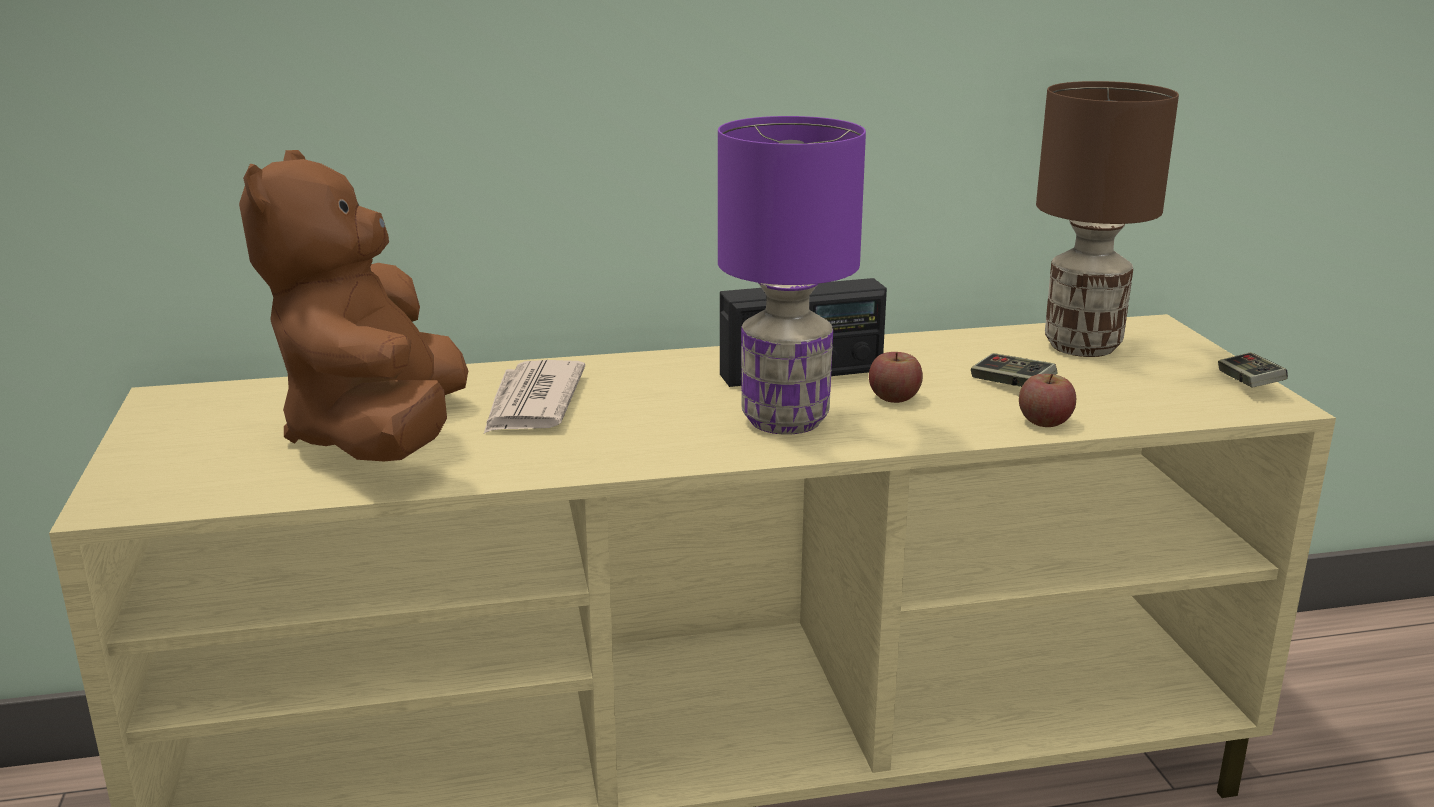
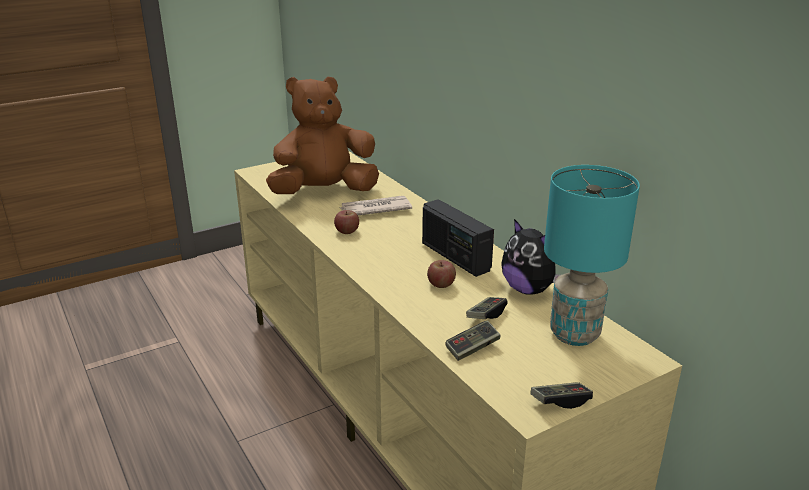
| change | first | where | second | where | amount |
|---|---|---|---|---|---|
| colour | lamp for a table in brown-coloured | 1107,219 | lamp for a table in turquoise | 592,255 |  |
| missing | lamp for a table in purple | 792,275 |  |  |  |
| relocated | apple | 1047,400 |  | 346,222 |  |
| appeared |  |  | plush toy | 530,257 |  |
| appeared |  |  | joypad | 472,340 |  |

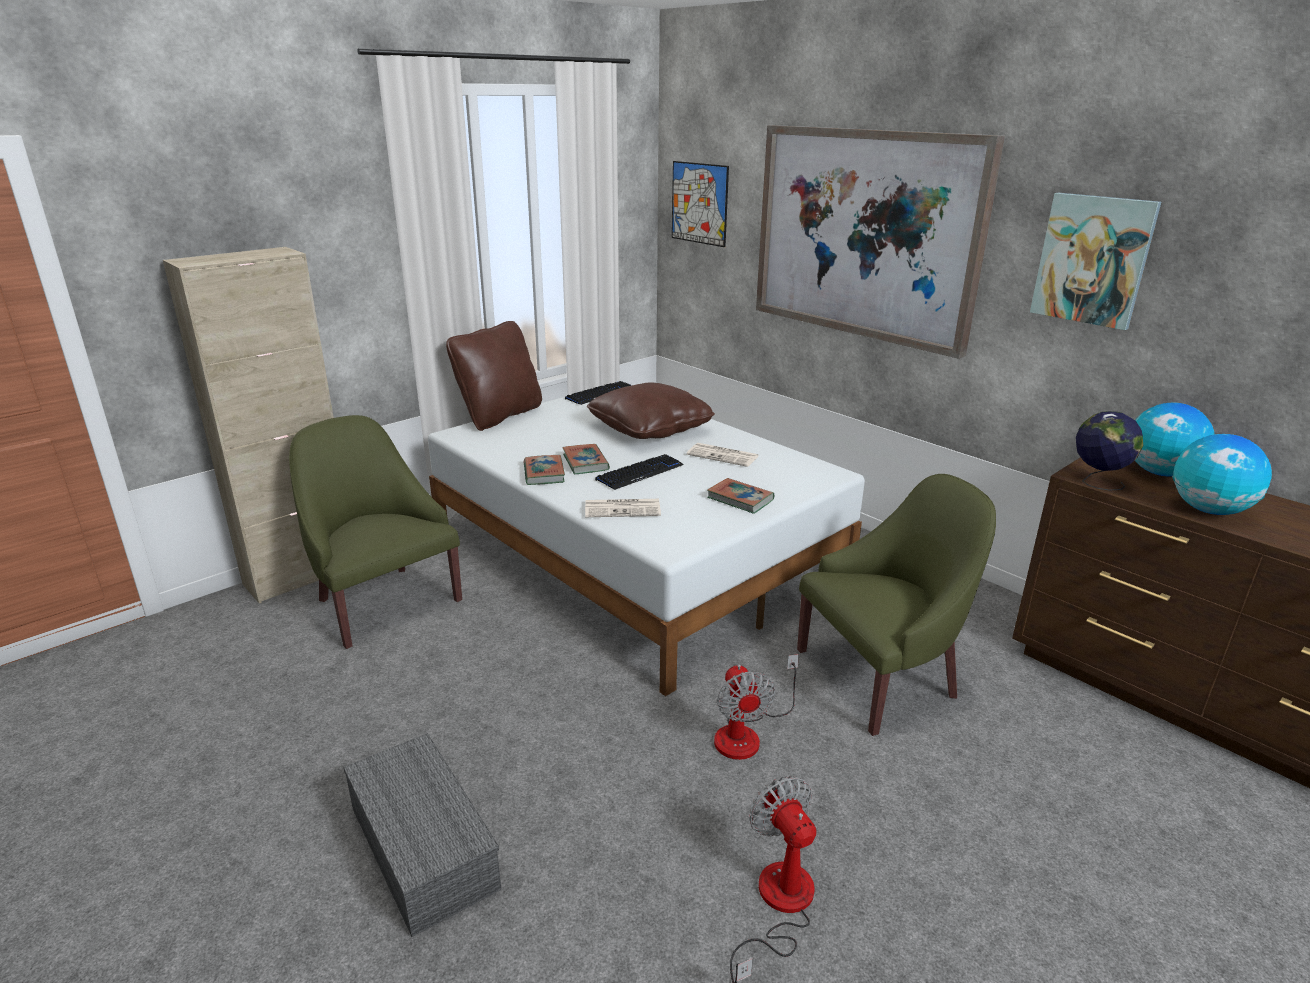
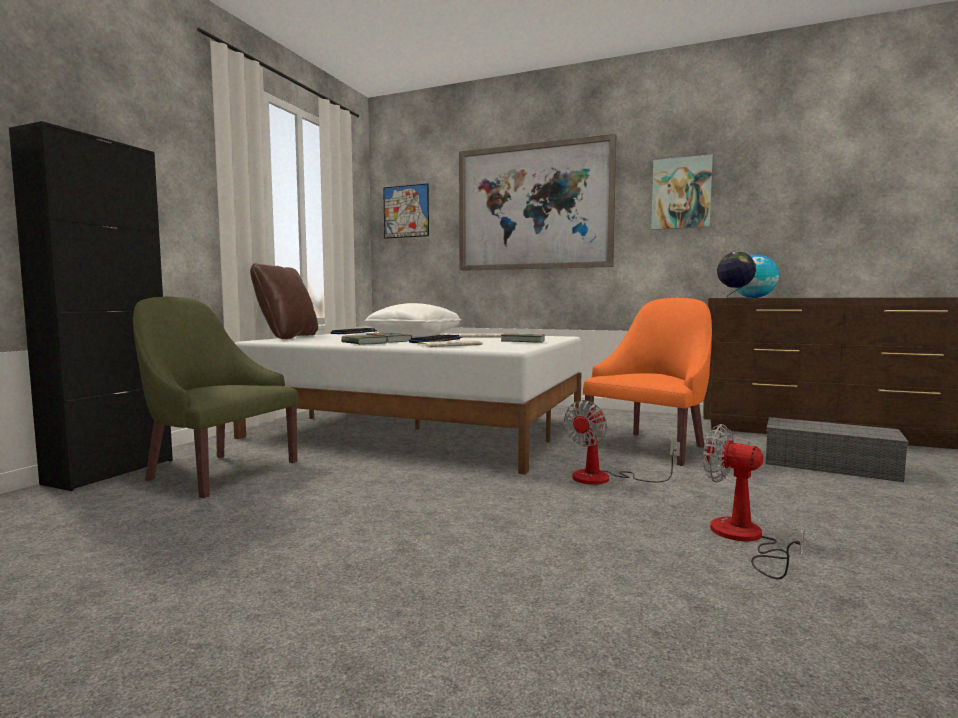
| change | first | where | second | where | amount |
|---|---|---|---|---|---|
| colour | storage cabinet in beige | 248,425 | storage cabinet in blackish | 91,306 |  |
| colour | throw pillow in brown-coloured | 651,410 | throw pillow in white-coloured | 412,319 |  |
| missing | world globe | 1222,474 |  |  |  |
| colour | lounge chair in green | 896,605 | lounge chair in orangey | 647,382 |  |
| spun | electric fan | 756,707 |  | 622,442 | 75 degrees clockwise |
| relocated | storage bin in greyish | 422,835 |  | 837,449 |  |

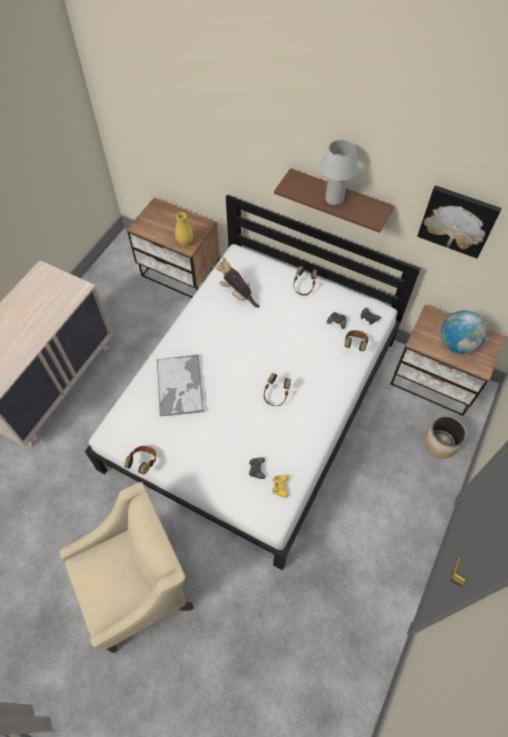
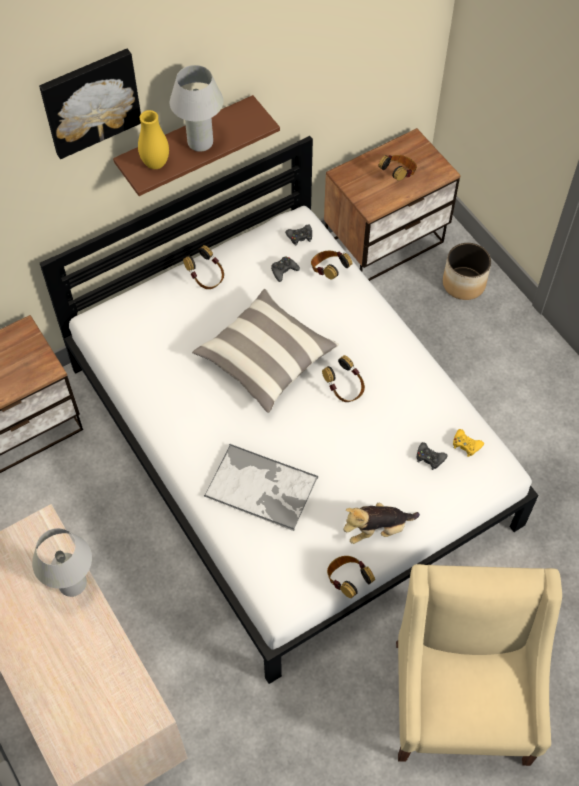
| change | first | where | second | where | amount |
|---|---|---|---|---|---|
| relocated | wall art | 459,222 |  | 90,104 |  |
| relocated | decorative vase in yellow-coloured | 184,229 |  | 153,139 |  |
| relocated | plush toy | 237,282 |  | 382,523 |  |
| exchanged | world globe | 464,332 | pair of headphones | 397,168 |  |
| appeared |  |  | throw pillow | 265,351 |  |
| appeared |  |  | lamp for a table in white-coloured | 62,562 |  |

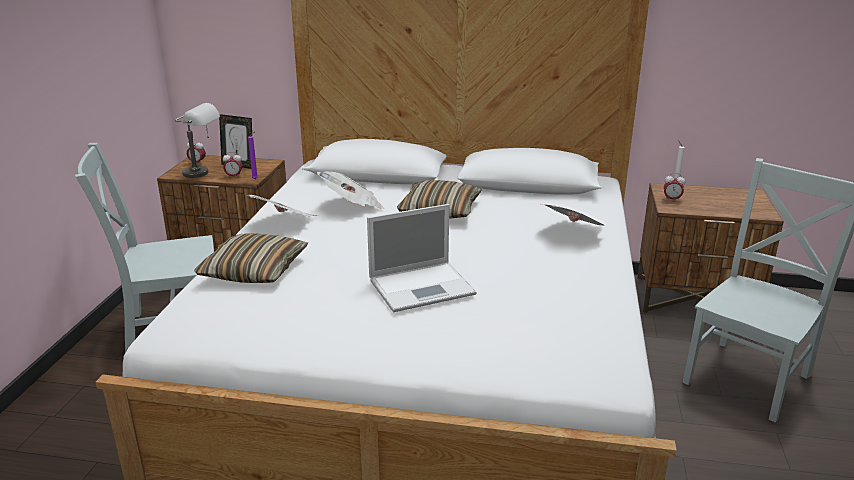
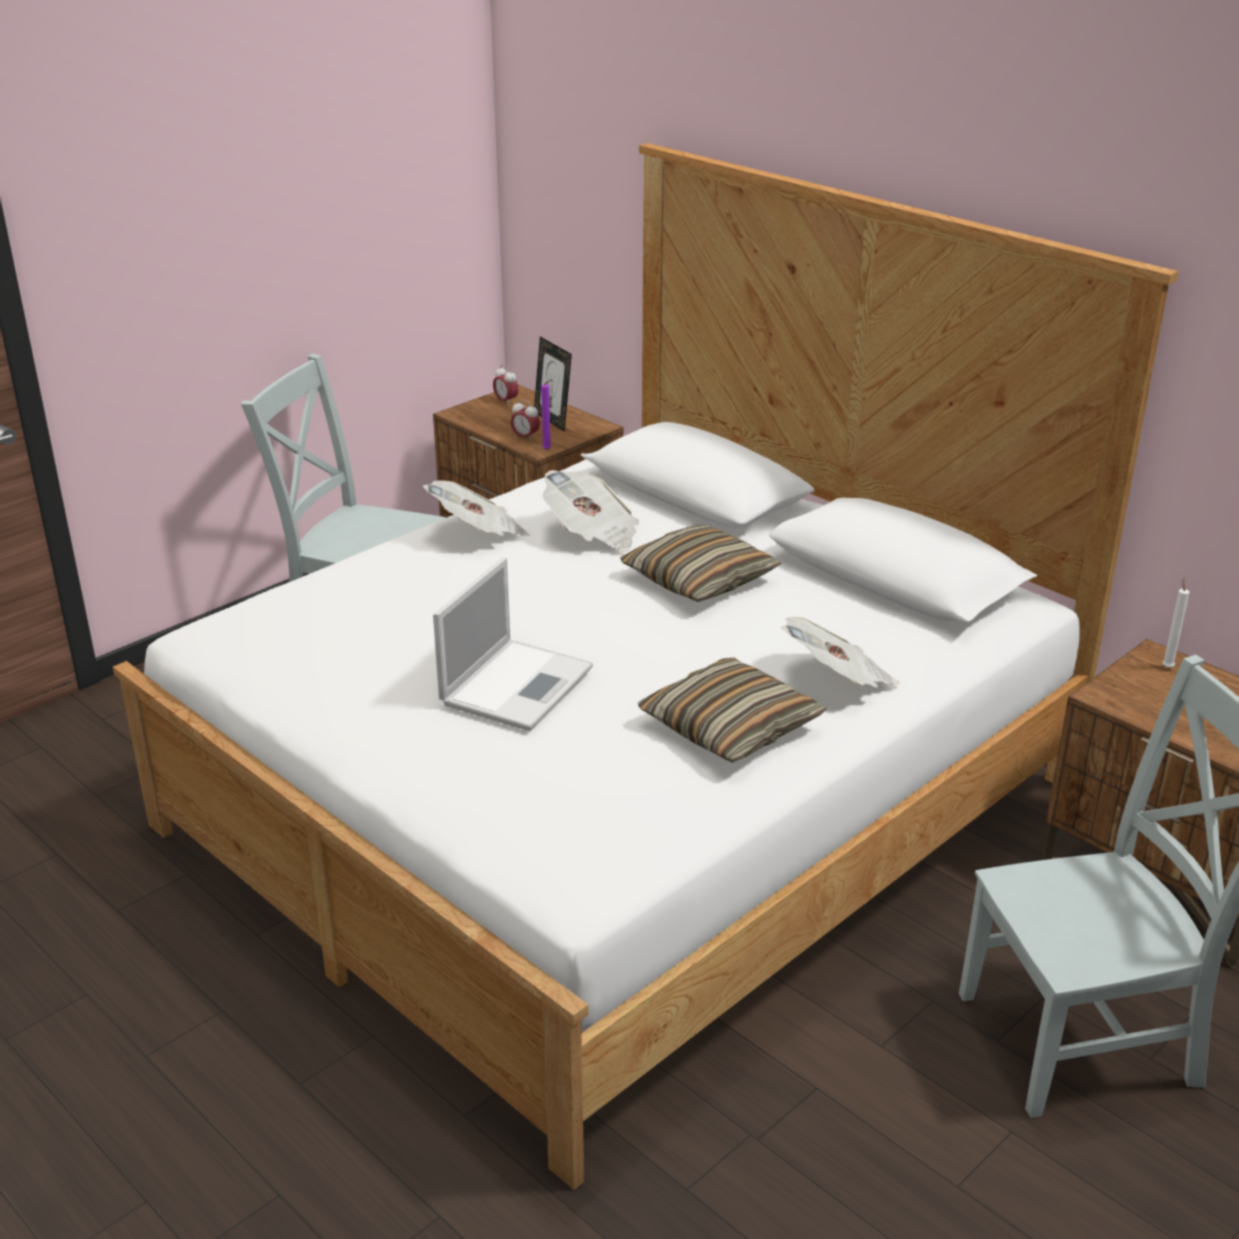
| change | first | where | second | where | amount |
|---|---|---|---|---|---|
| missing | lamp for a table in greyish | 197,140 |  |  |  |
| missing | alarm clock | 674,187 |  |  |  |
| spun | notebook computer | 421,258 |  | 513,644 | 75 degrees counterclockwise |
| relocated | throw pillow | 251,258 |  | 732,710 |  |

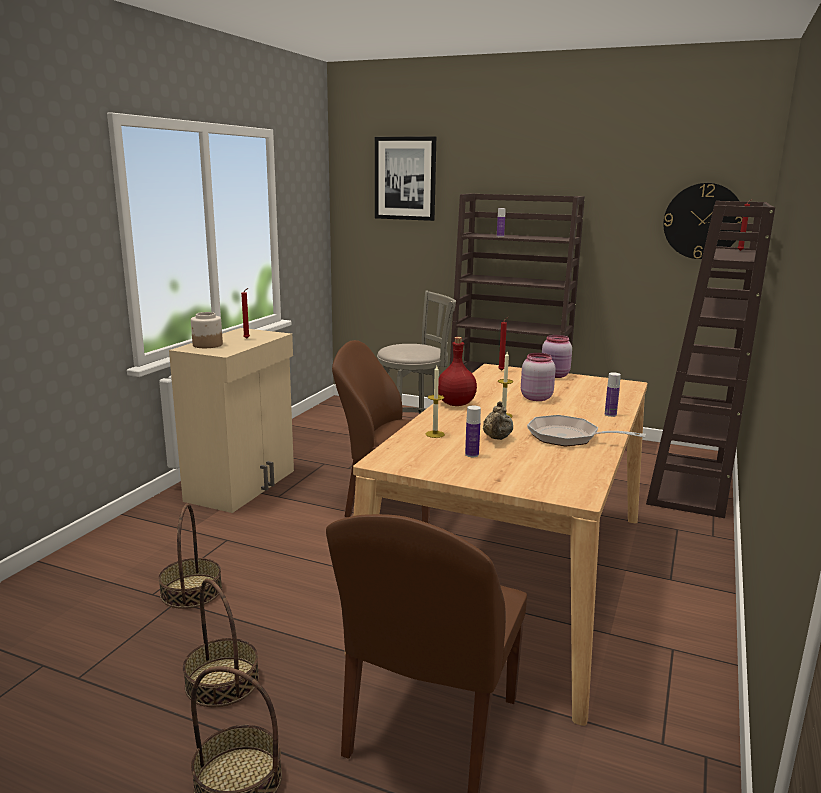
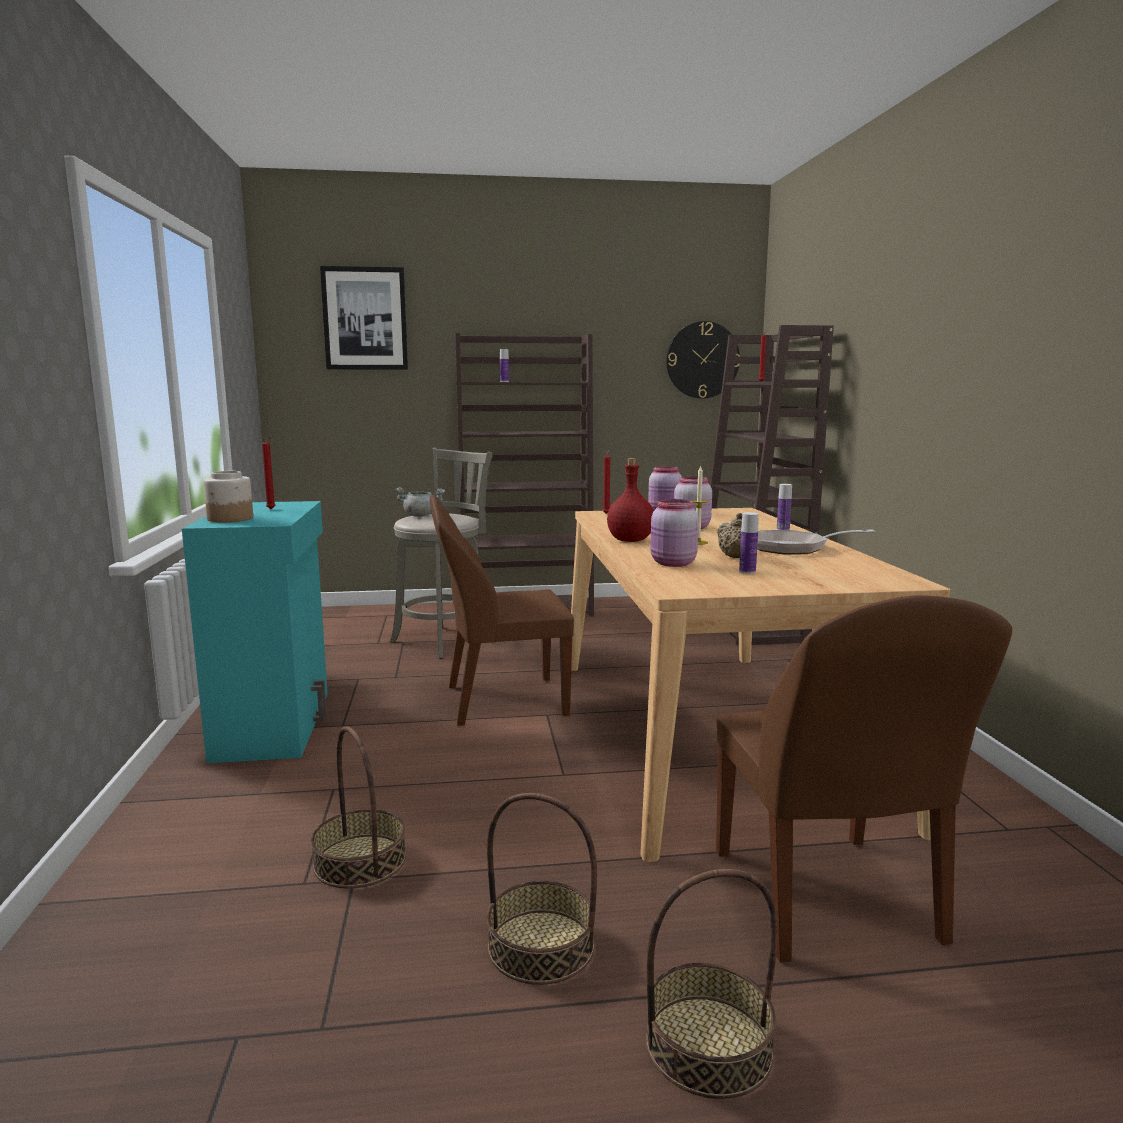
| change | first | where | second | where | amount |
|---|---|---|---|---|---|
| colour | storage cabinet in beige | 231,420 | storage cabinet in turquoise | 255,632 |  |
| exchanged | candle | 435,402 | jar in pink | 674,533 |  |
| appeared |  |  | stockpot in greyish | 420,502 |  |

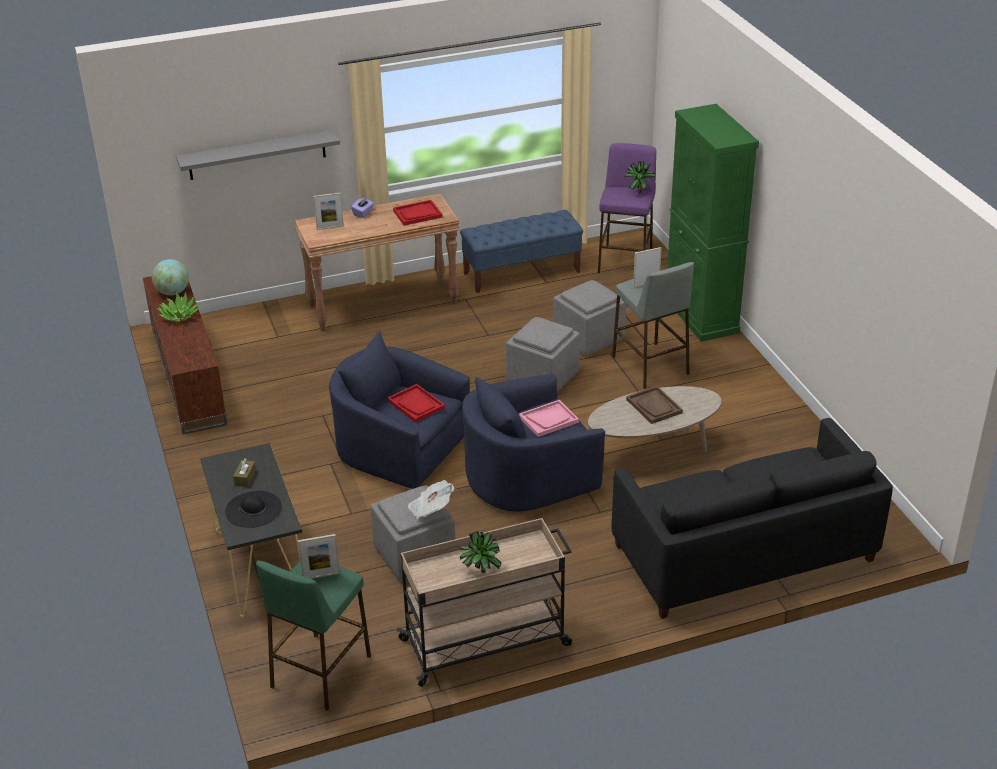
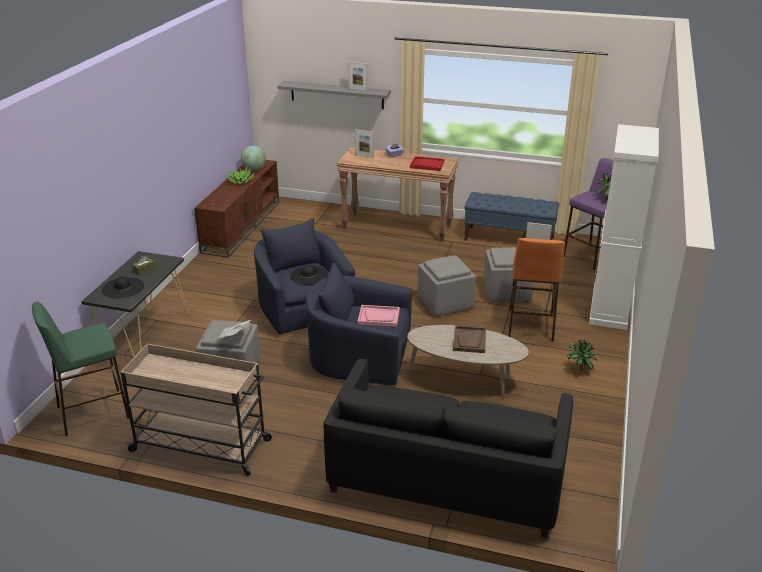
| change | first | where | second | where | amount |
|---|---|---|---|---|---|
| colour | storage cabinet in green | 713,223 | storage cabinet in white-coloured | 624,227 |  |
| colour | stool in greyish | 653,325 | stool in orangey | 536,290 |  |
| exchanged | carrying tray in reddish | 416,403 | clothing hat in blackish | 309,275 |  |
| relocated | plant in a pot | 480,552 |  | 582,355 |  |
| relocated | photo frame | 319,556 |  | 357,76 |  |

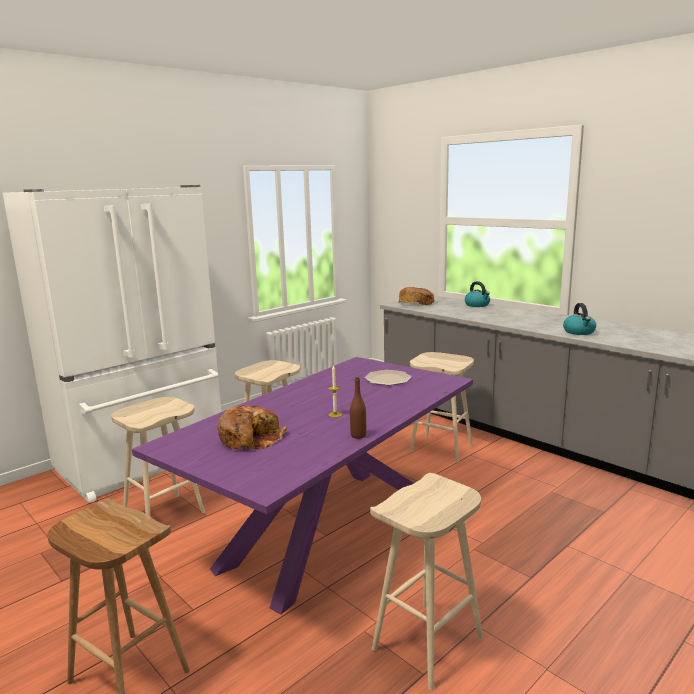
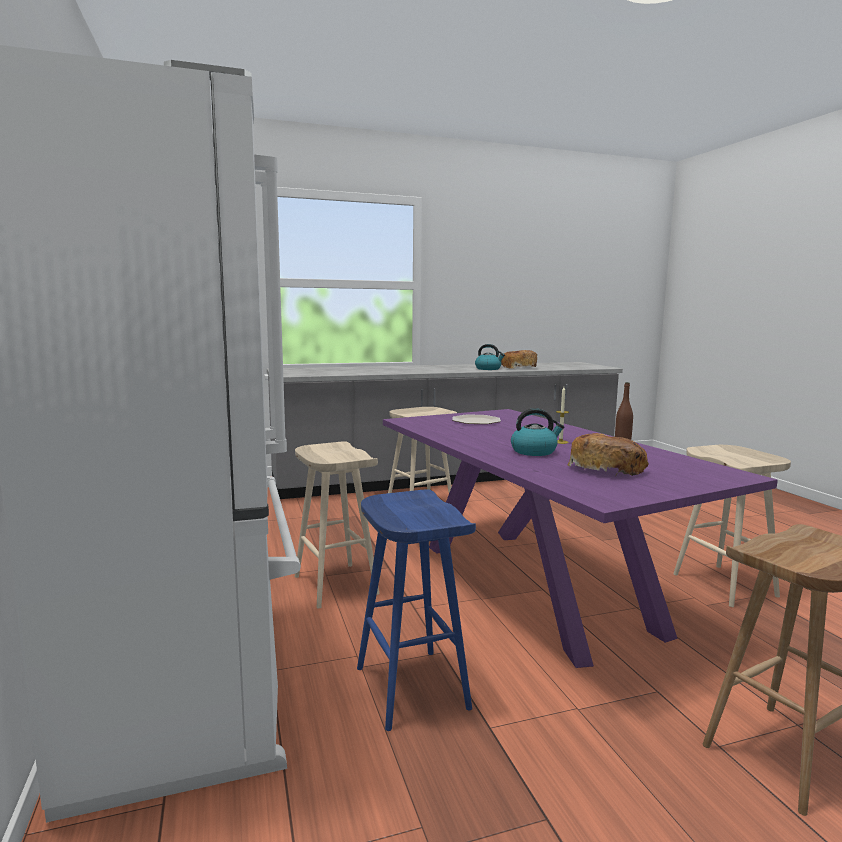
| change | first | where | second | where | amount |
|---|---|---|---|---|---|
| relocated | kettle | 477,294 |  | 537,432 |  |
| relocated | baked bread | 416,296 |  | 519,359 |  |
| colour | stool in beige | 158,456 | stool in bluish | 416,610 |  |

